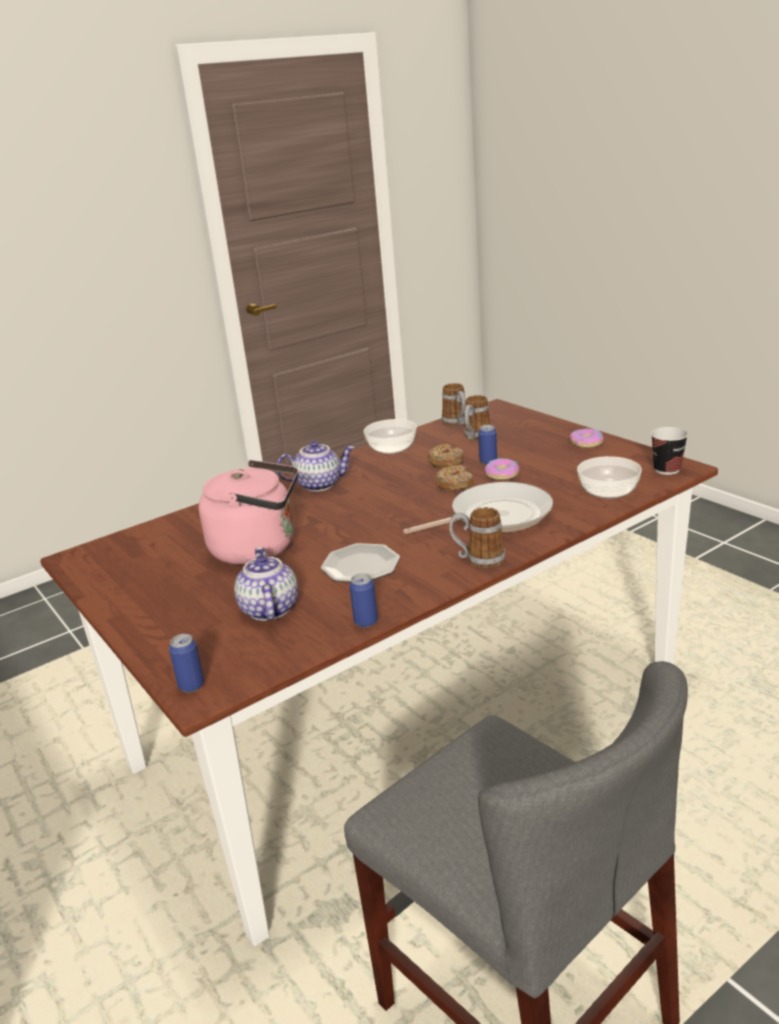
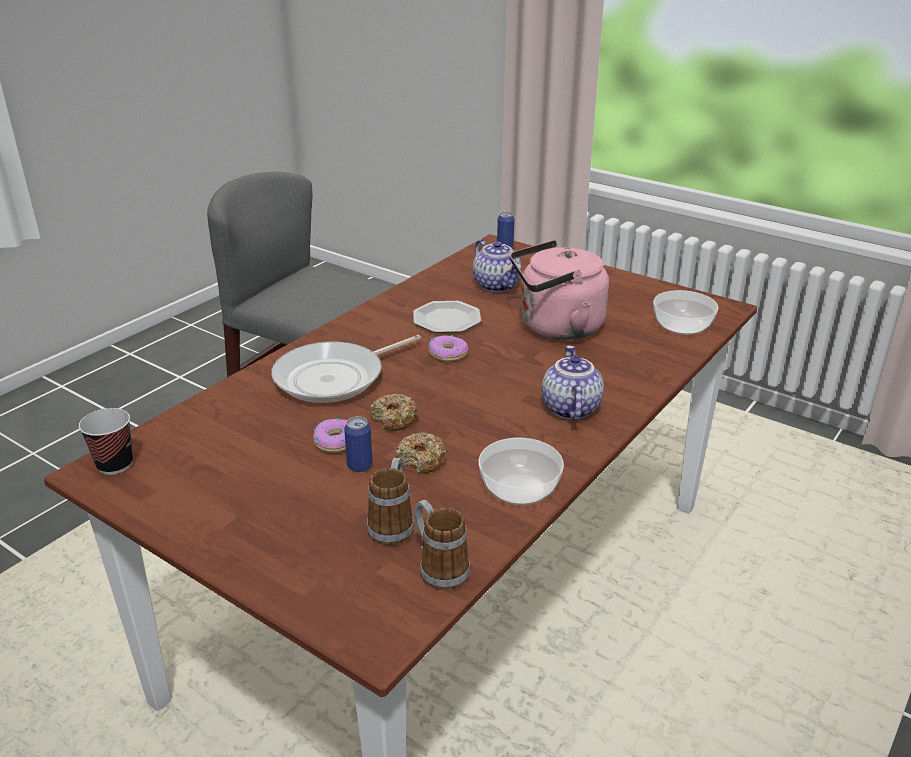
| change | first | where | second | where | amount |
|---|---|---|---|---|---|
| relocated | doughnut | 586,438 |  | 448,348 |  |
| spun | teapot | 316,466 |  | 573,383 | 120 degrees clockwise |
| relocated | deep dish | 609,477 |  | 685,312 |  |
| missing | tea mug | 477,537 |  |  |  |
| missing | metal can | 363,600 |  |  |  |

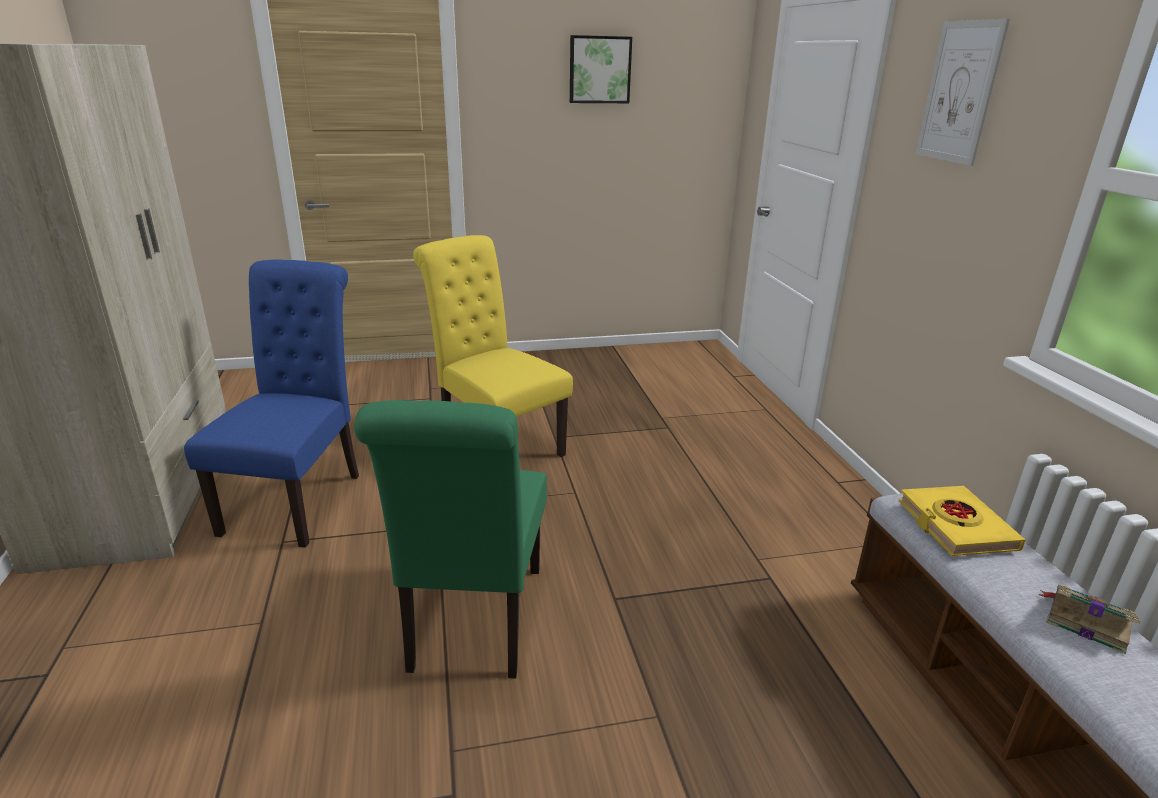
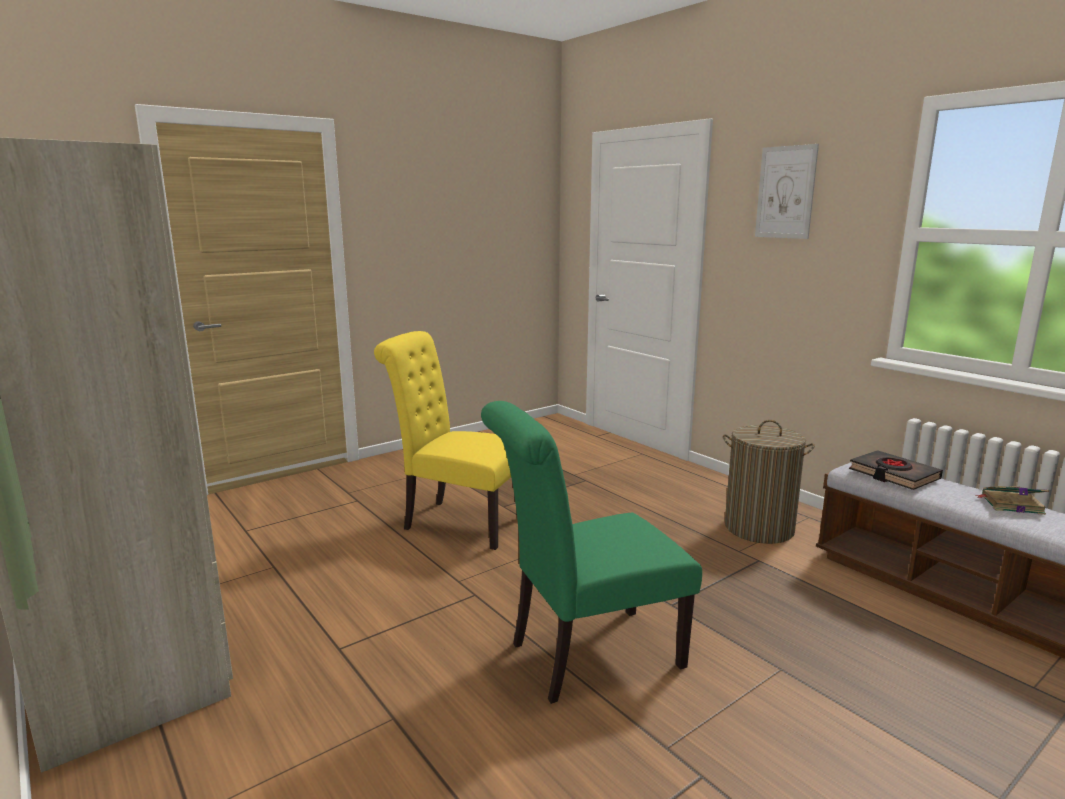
| change | first | where | second | where | amount |
|---|---|---|---|---|---|
| missing | wall art | 601,69 |  |  |  |
| missing | plain chair in bluish | 271,404 |  |  |  |
| spun | plain chair in green | 450,539 |  | 591,552 | 90 degrees clockwise |
| colour | volume in yellow-coloured | 962,521 | volume in blackish | 896,470 |  |
| appeared |  |  | washing basket | 769,482 |  |

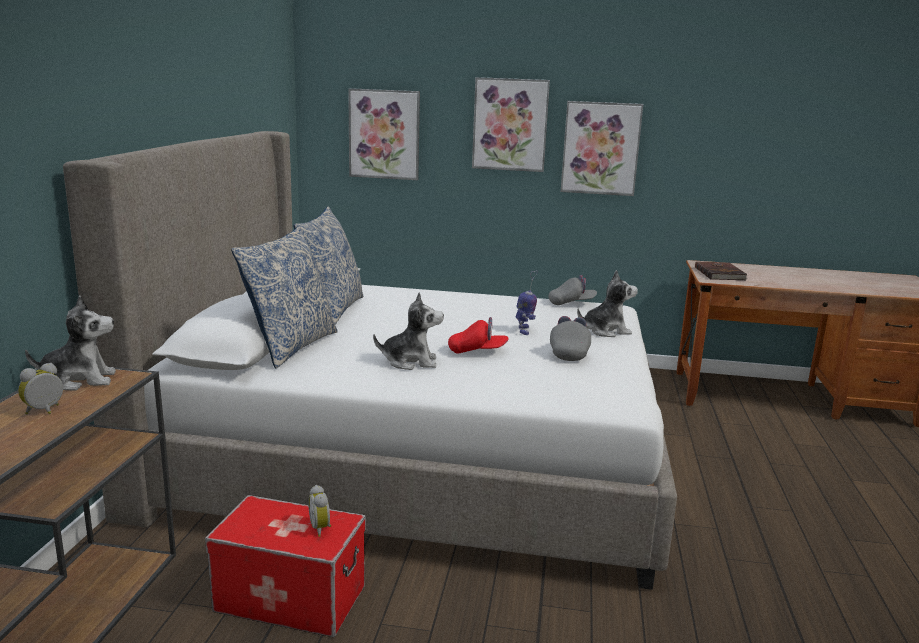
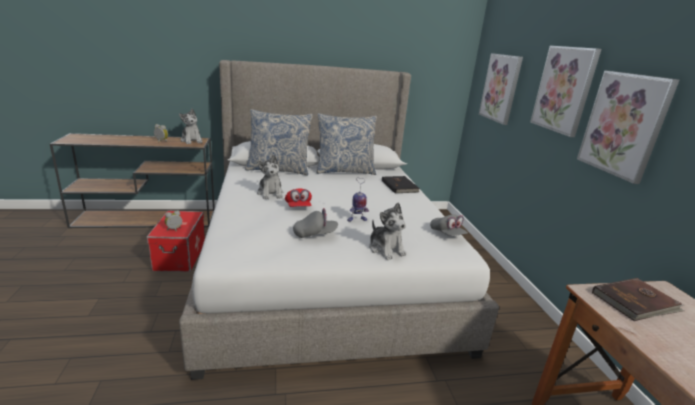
| change | first | where | second | where | amount |
|---|---|---|---|---|---|
| appeared |  |  | volume in blackish | 401,185 |  |

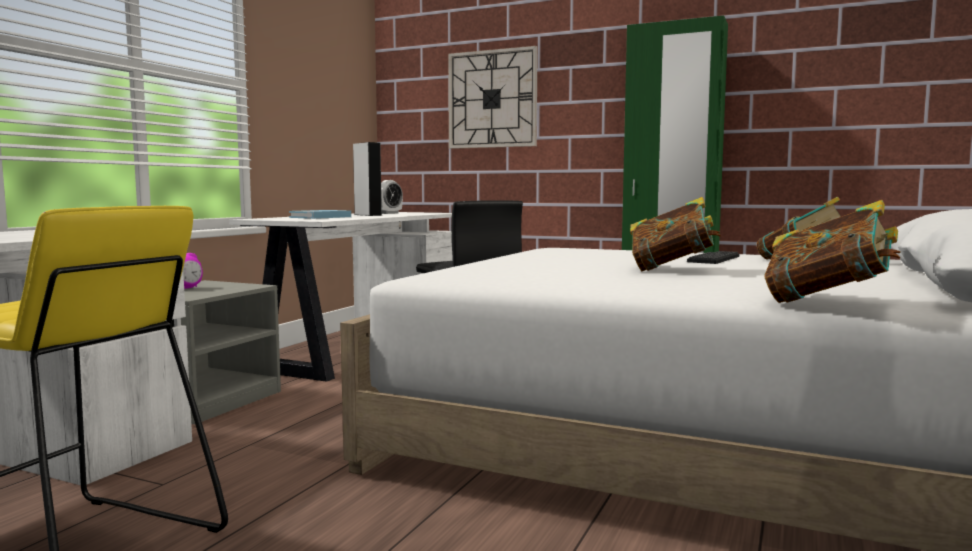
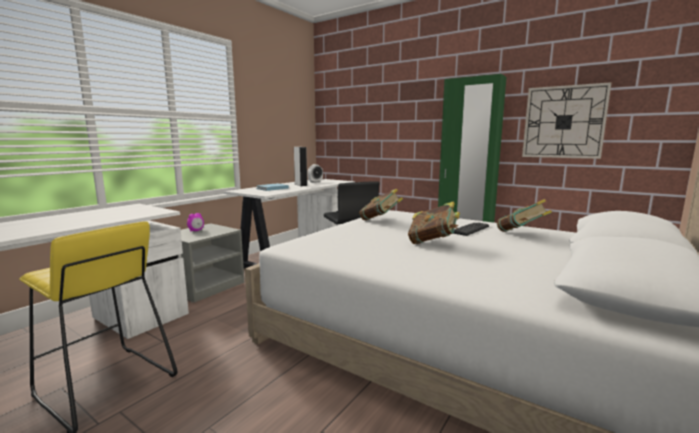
| change | first | where | second | where | amount |
|---|---|---|---|---|---|
| relocated | clock on the wall | 493,97 |  | 567,120 |  |
| relocated | volume | 832,251 |  | 381,204 |  |

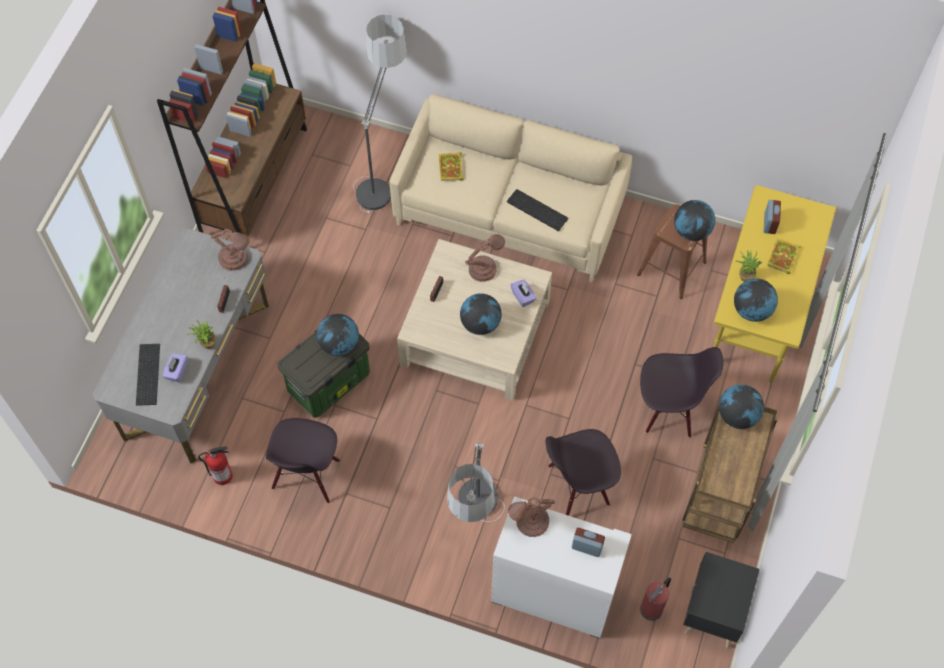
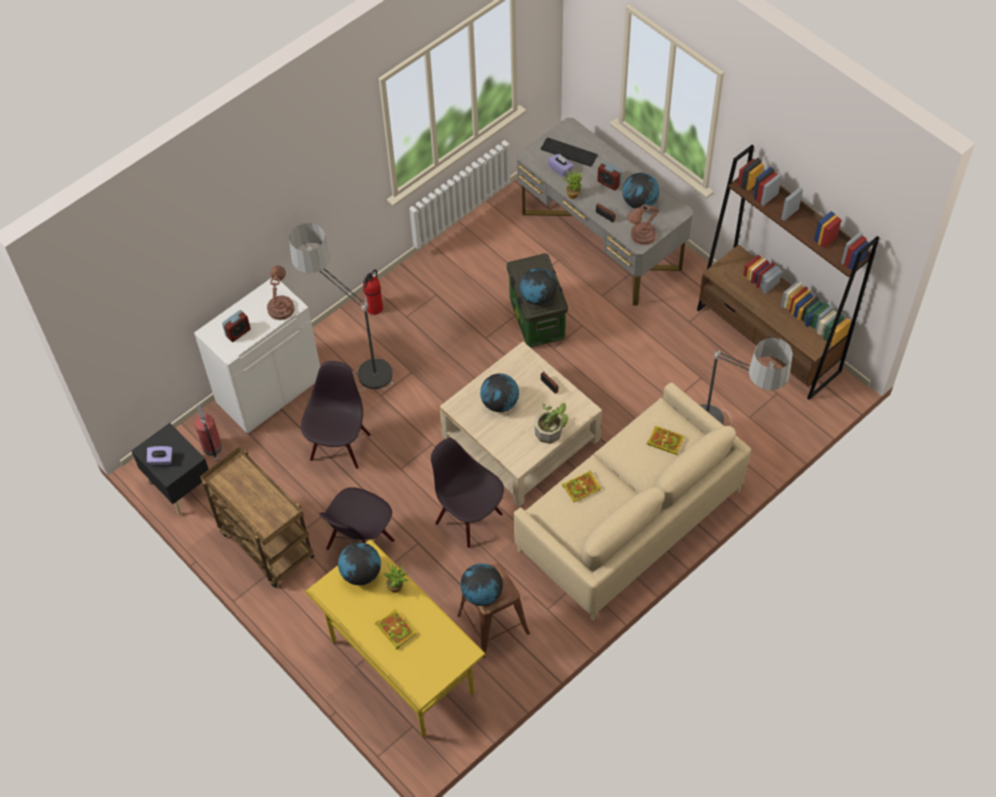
| change | first | where | second | where | amount |
|---|---|---|---|---|---|
| exchanged | computer keyboard | 537,210 | volume | 581,486 |  |
| relocated | alarm clock | 772,217 |  | 609,175 |  |
| exchanged | lamp for a table in brown-coloured | 485,258 | plant in a pot | 551,423 |  |
| relocated | tissue holder in purple | 524,293 |  | 159,455 |  |
| relocated | world globe | 741,406 |  | 640,191 |  |
| relocated | plain chair in blackish | 303,460 |  | 467,493 |  |
| relocated | fire extinguisher | 215,465 |  | 373,292 |  |

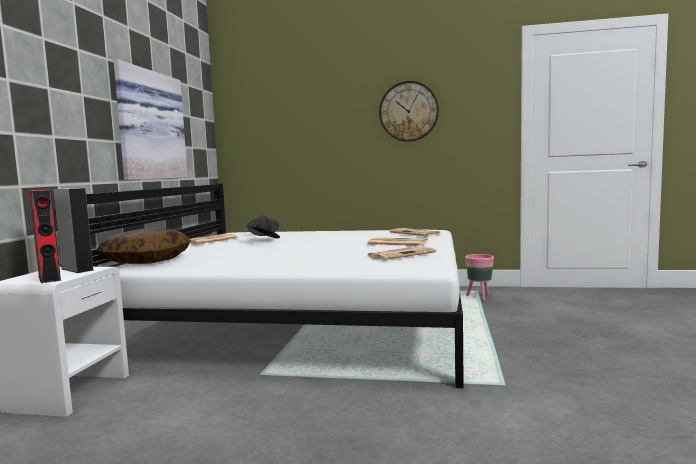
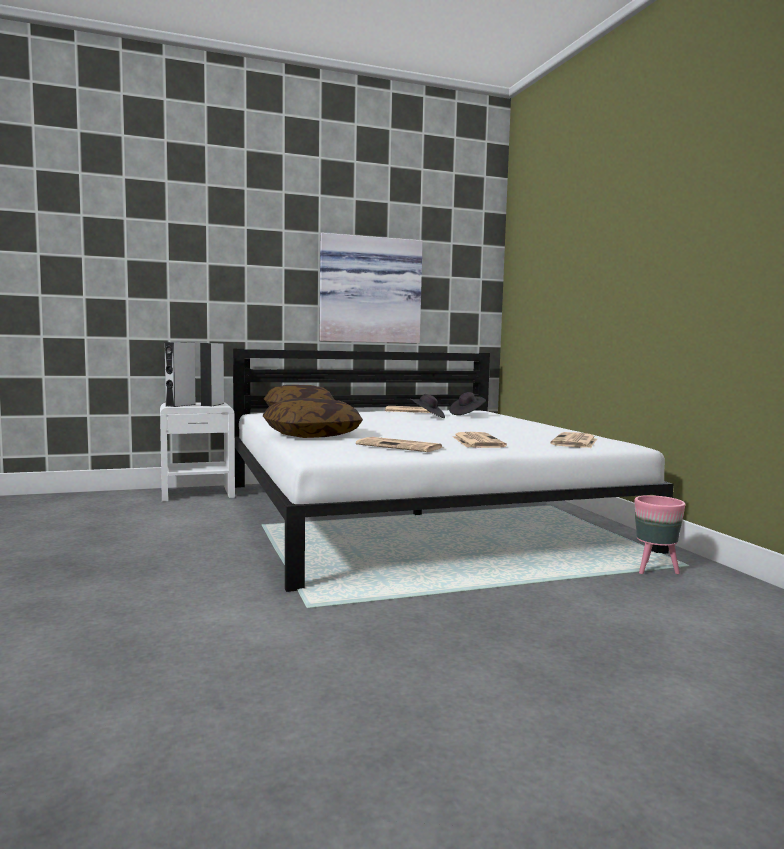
| change | first | where | second | where | amount |
|---|---|---|---|---|---|
| missing | clock on the wall | 409,111 |  |  |  |
| colour | speaker in reddish | 45,236 | speaker in greyish | 180,374 |  |
| appeared |  |  | throw pillow | 313,418 |  |

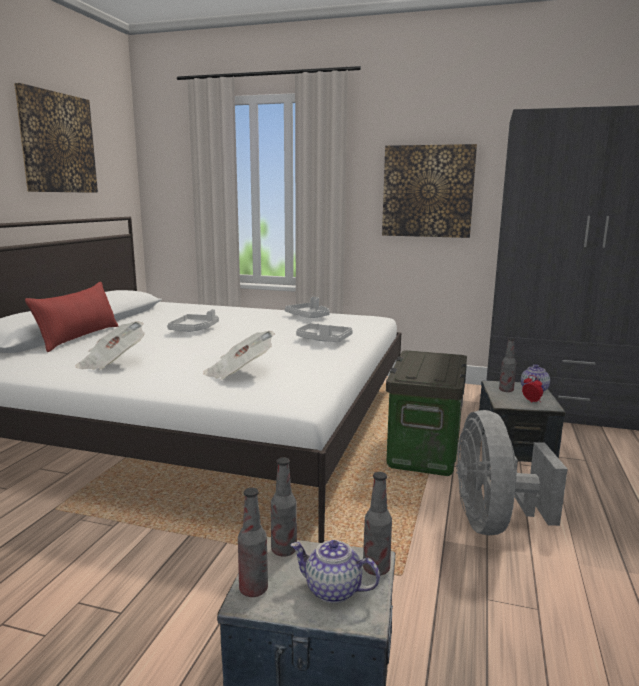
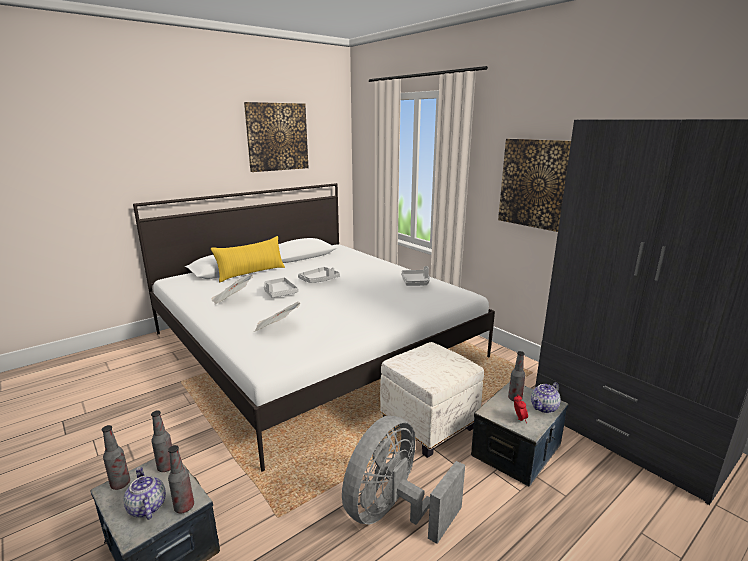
| change | first | where | second | where | amount |
|---|---|---|---|---|---|
| colour | throw pillow in reddish | 71,317 | throw pillow in yellow-coloured | 248,259 |  |
| relocated | carrying tray in greyish | 324,332 |  | 281,288 |  |
| exchanged | storage bin | 426,413 | footrest in white-coloured | 432,400 |  |

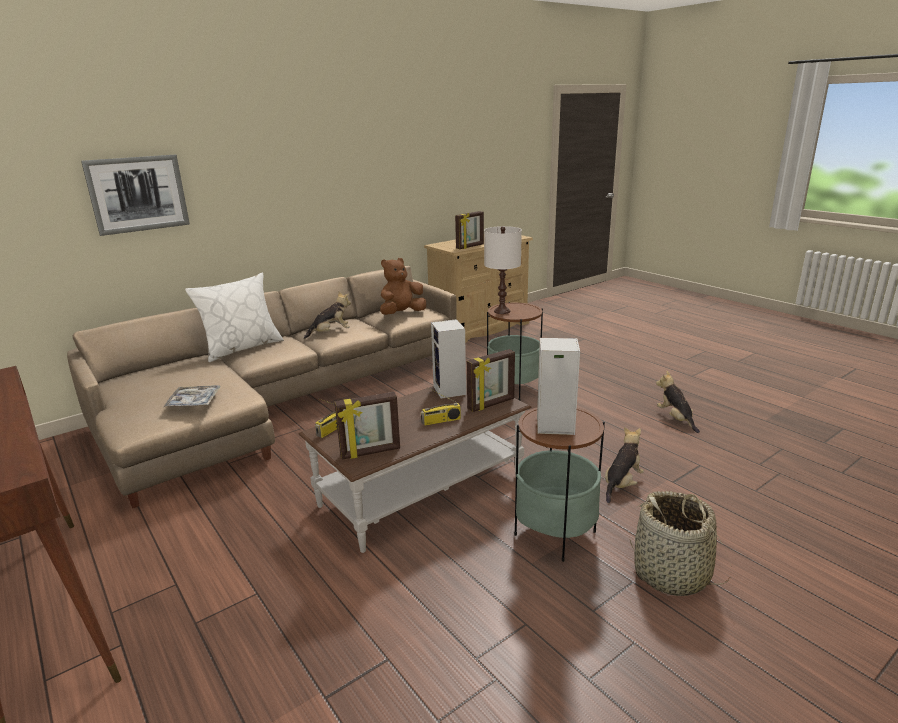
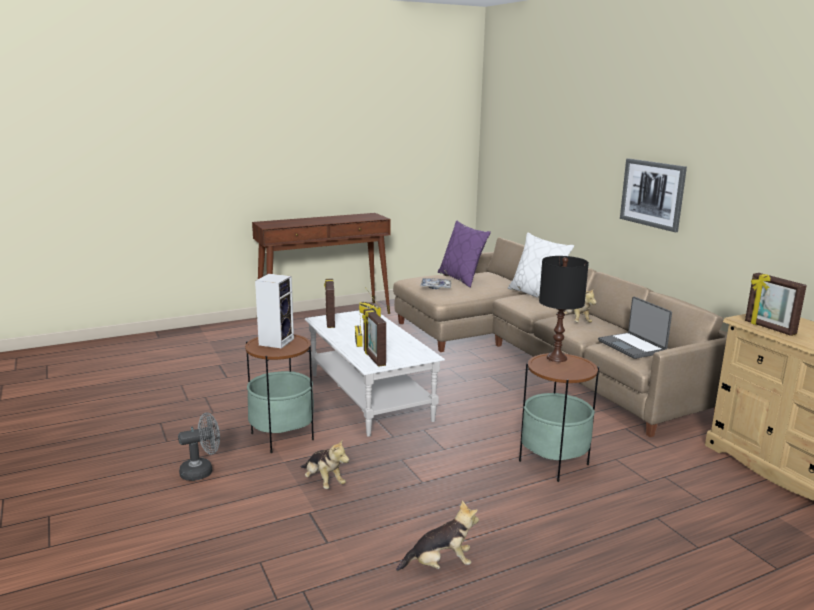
| change | first | where | second | where | amount |
|---|---|---|---|---|---|
| relocated | wall art | 135,195 |  | 653,195 |  |
| colour | lamp for a table in white-coloured | 503,270 | lamp for a table in blackish | 564,309 |  |
| exchanged | plush toy in brown-coloured | 403,286 | notebook computer | 635,328 |  |
| missing | speaker | 448,359 |  |  |  |
| colour | coffee table in brown-coloured | 415,464 | coffee table in white-coloured | 375,373 |  |
| exchanged | basket | 680,543 | electric fan in greyish | 199,446 |  |
| appeared |  |  | throw pillow in purple | 464,254 |  |

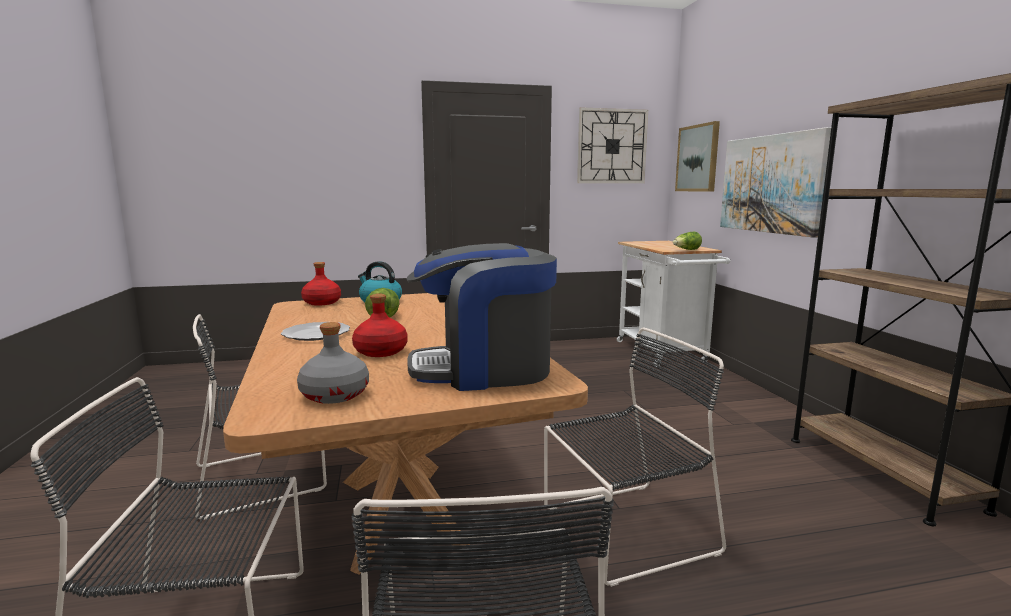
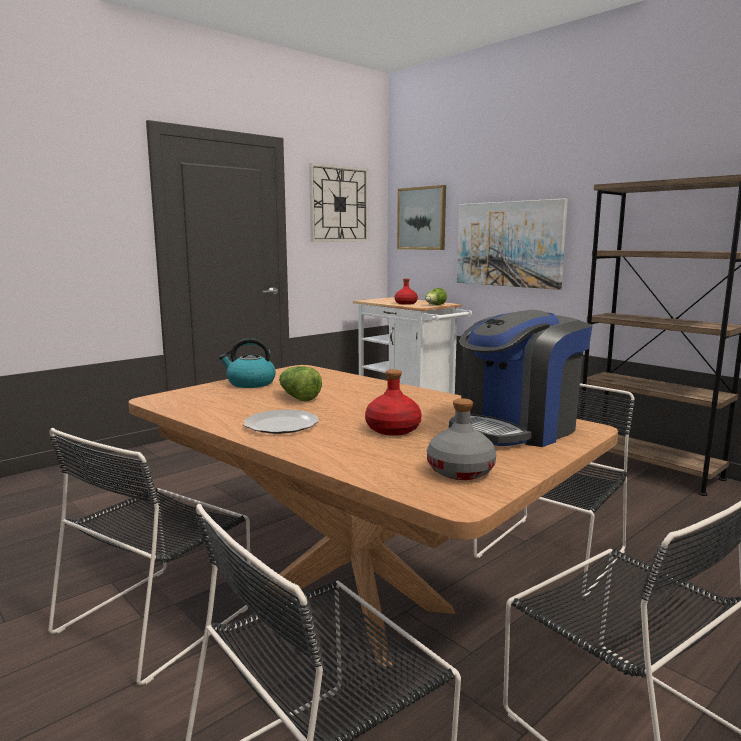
| change | first | where | second | where | amount |
|---|---|---|---|---|---|
| relocated | drink bottle in reddish | 321,283 |  | 406,291 |  |

